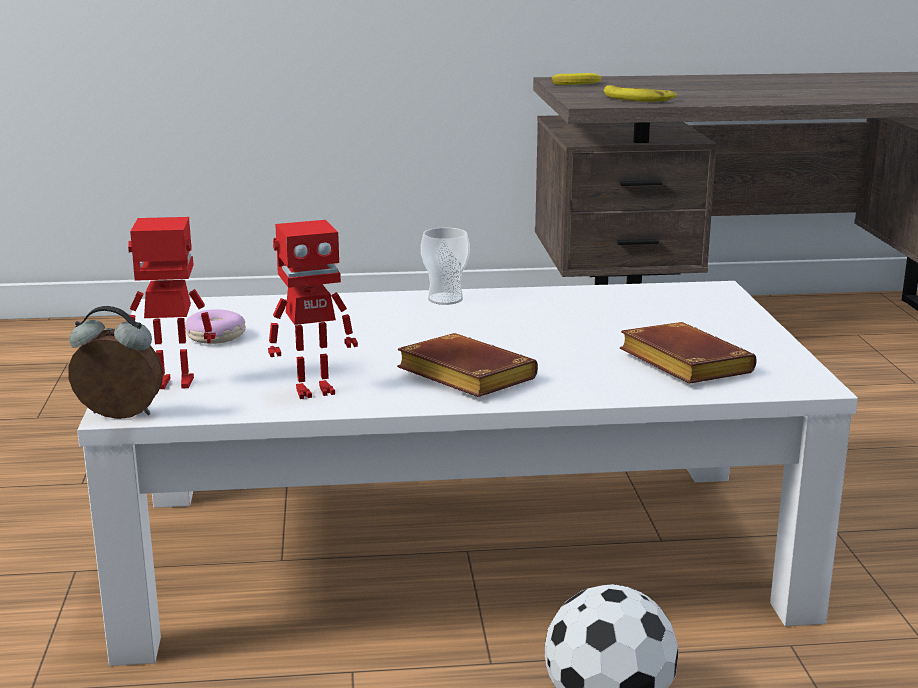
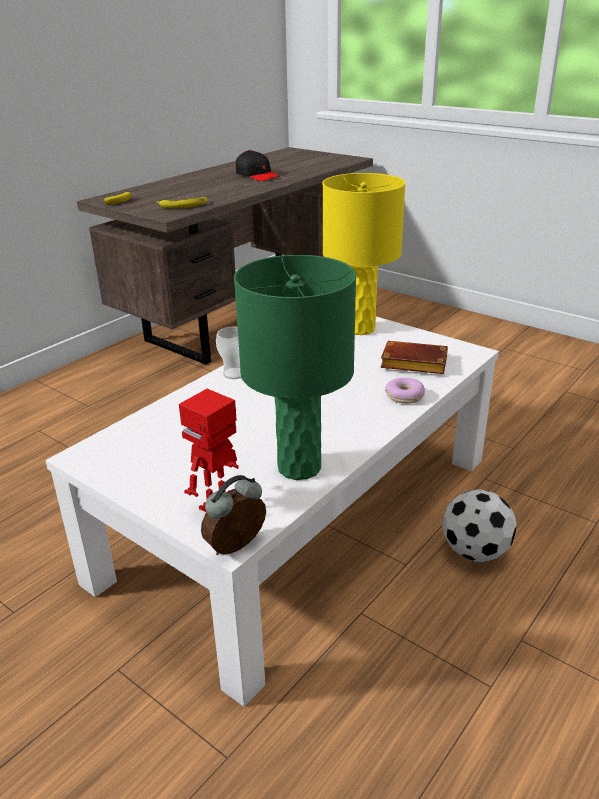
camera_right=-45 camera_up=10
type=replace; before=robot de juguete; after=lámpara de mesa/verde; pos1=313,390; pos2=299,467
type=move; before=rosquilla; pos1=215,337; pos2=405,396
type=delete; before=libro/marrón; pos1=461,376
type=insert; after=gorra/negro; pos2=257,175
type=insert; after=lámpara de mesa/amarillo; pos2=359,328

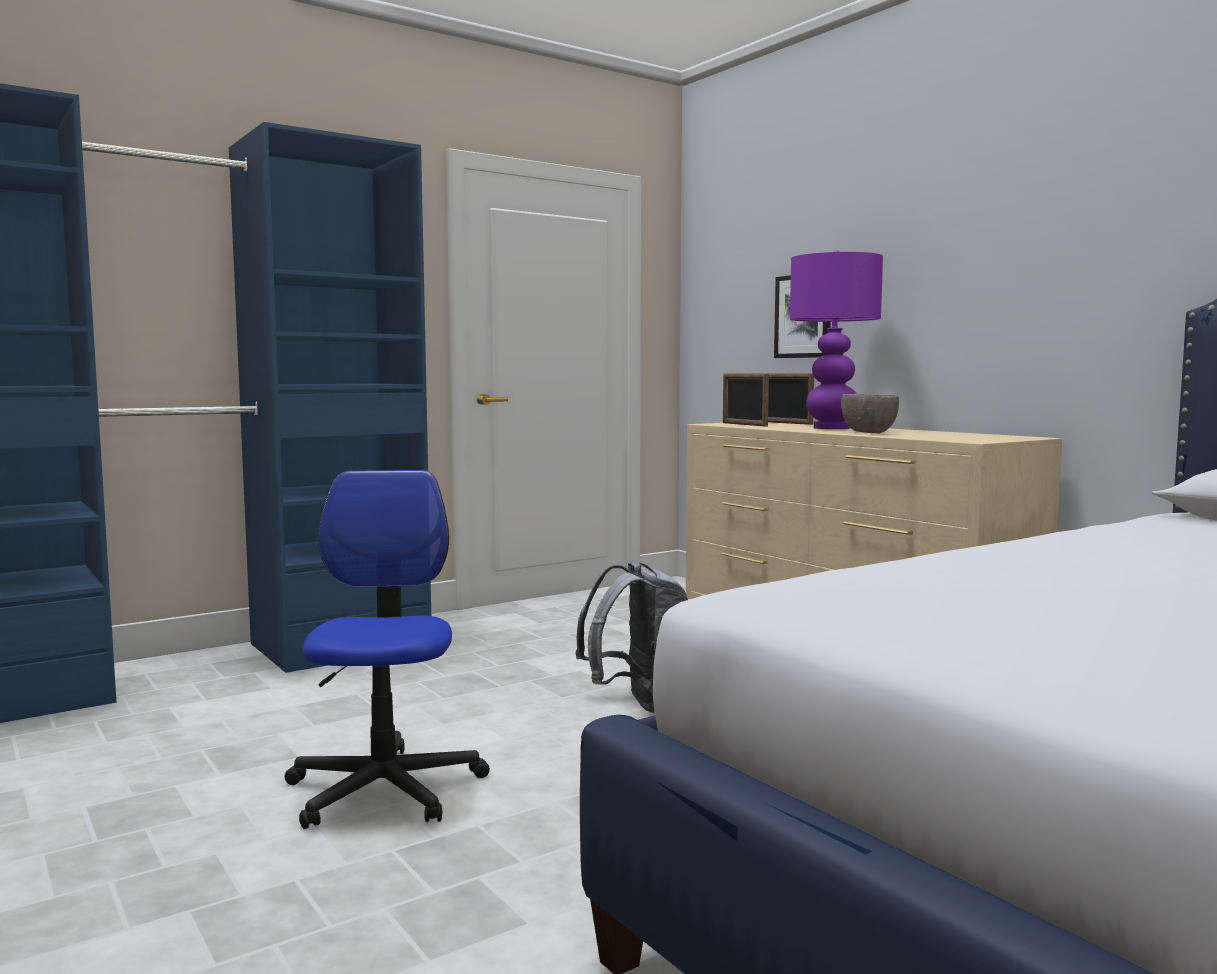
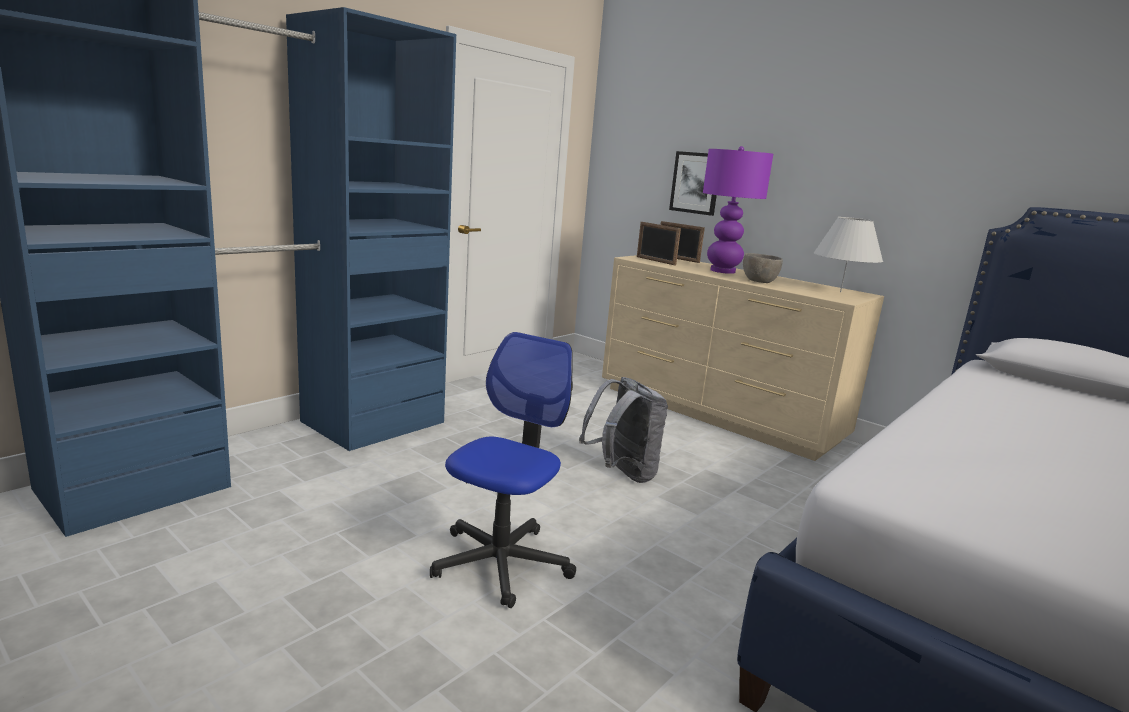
camera_right=-15 camera_up=10
type=rotate; before=silla de oficina; pos1=384,789; pos2=501,563; turn=45
type=insert; after=lámpara de mesa/blanco; pos2=840,292

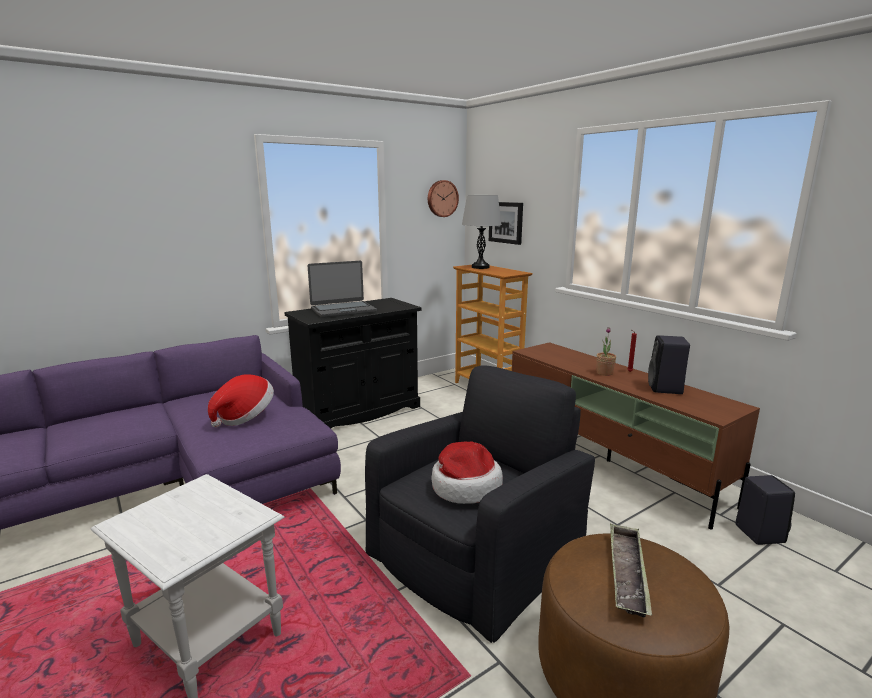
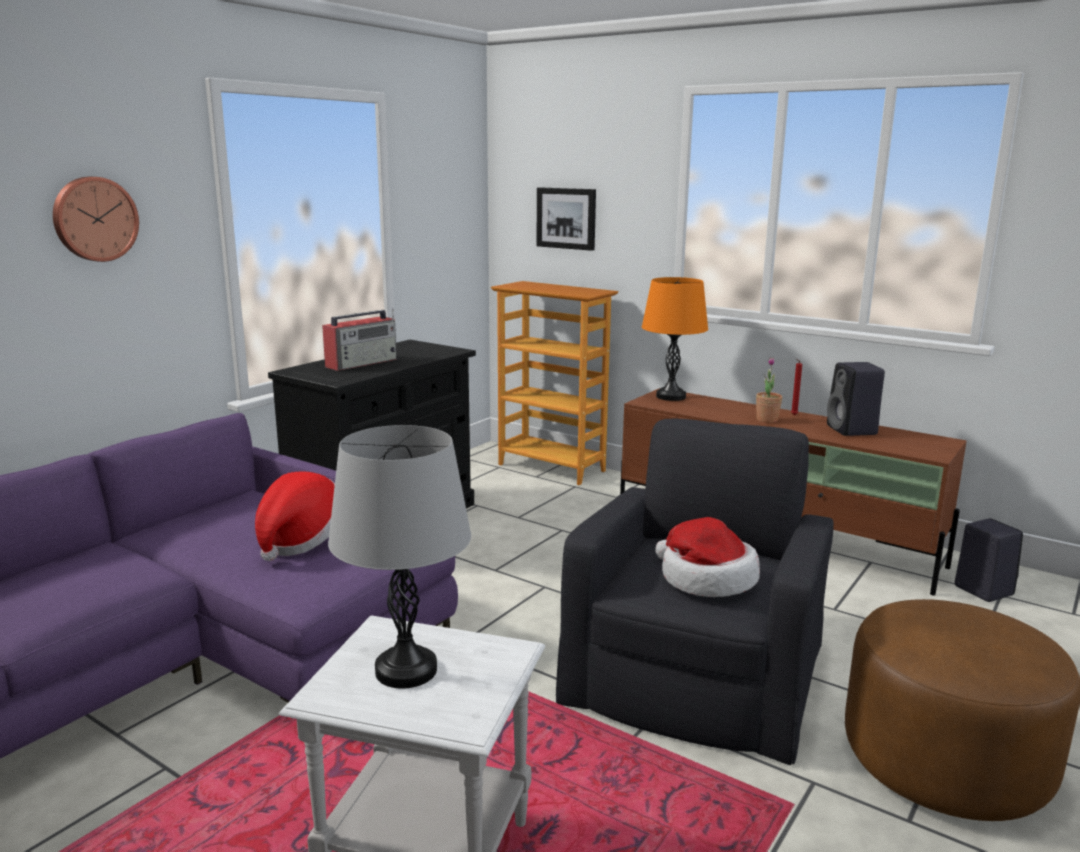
camera_right=-20 camera_up=0
type=move; before=reloj de pared; pos1=442,198; pos2=94,219
type=move; before=lámpara de mesa/gris; pos1=480,267; pos2=406,670
type=replace; before=portátil; after=radio; pos1=343,310; pos2=362,363
type=delete; before=bandeja; pos1=627,573
type=insert; after=lámpara de mesa/naranja; pos2=671,396

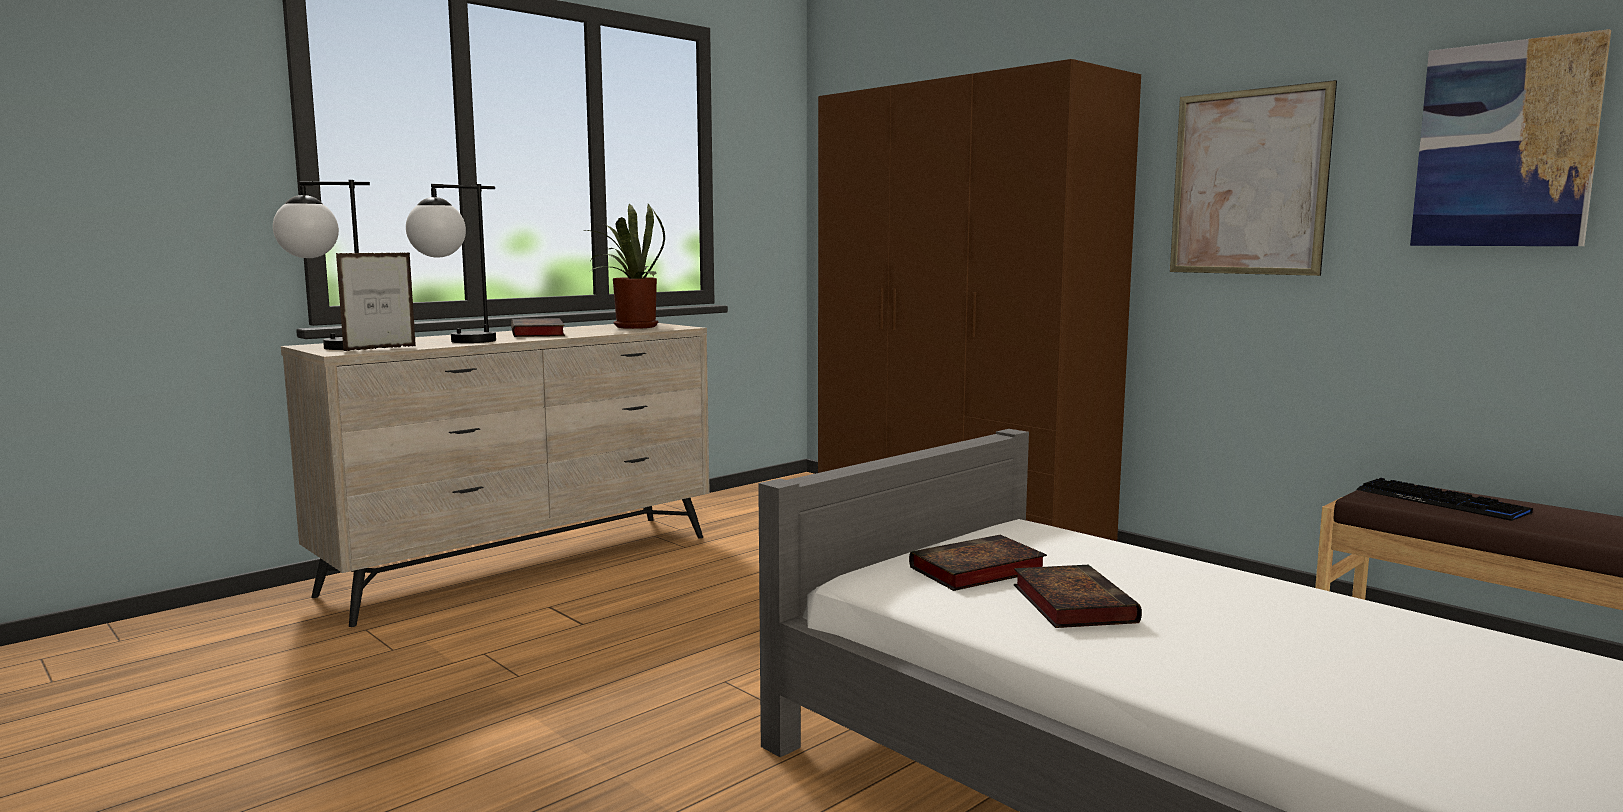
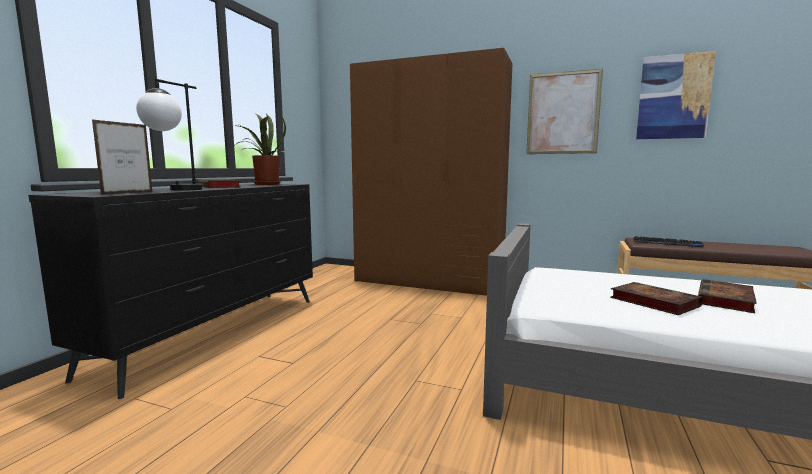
camera_right=-25 camera_up=0
type=delete; before=lámpara de mesa; pos1=329,347
type=recolor; before=cómoda/beis; after=cómoda/negro; pos1=527,565; pos2=217,332
type=move; before=libro; pos1=975,571; pos2=726,300

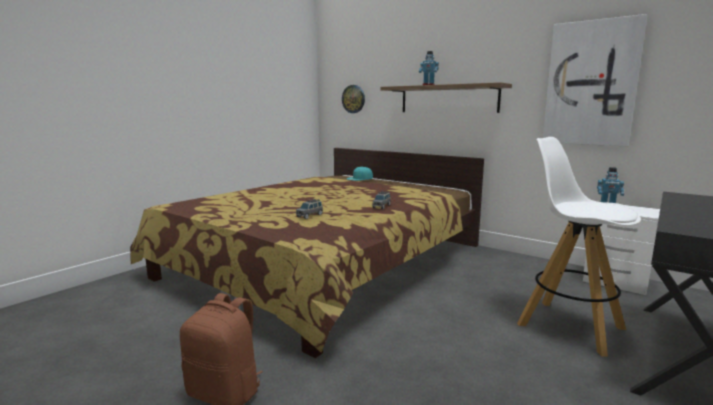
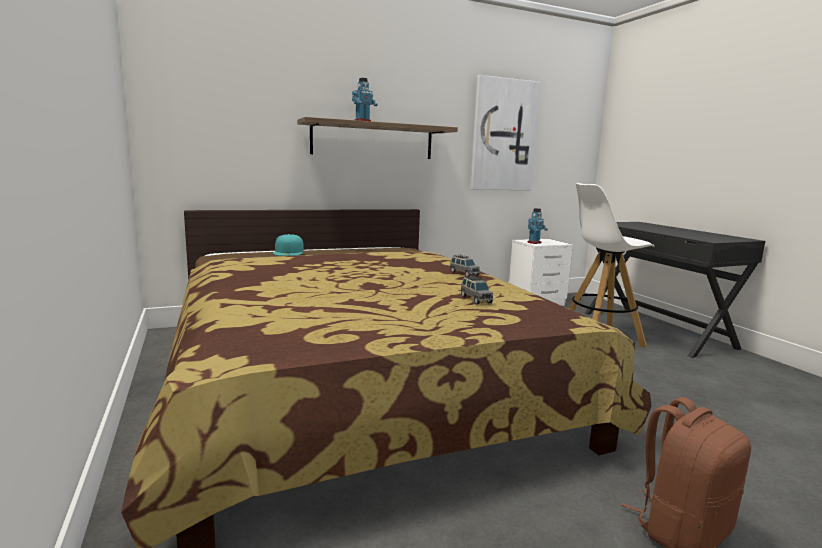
camera_right=-60 camera_up=0
type=delete; before=reloj de pared; pos1=353,99

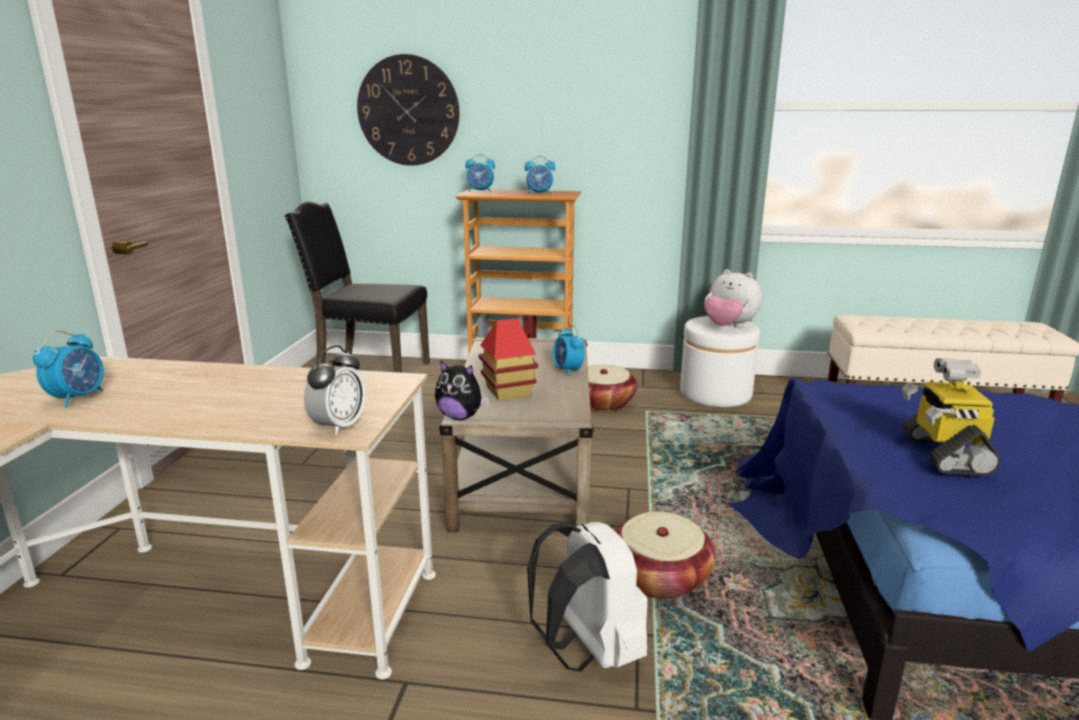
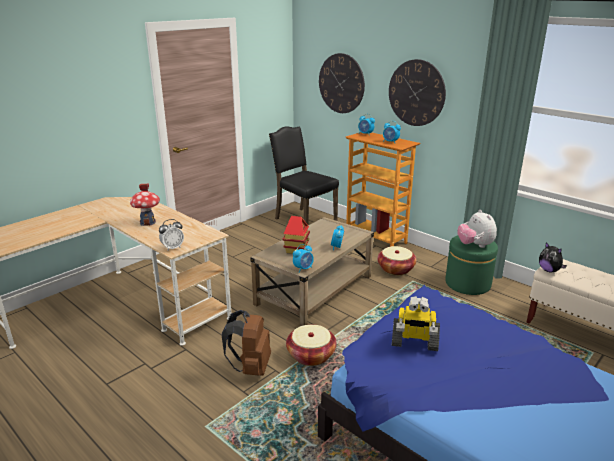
camera_right=35 camera_up=5
type=recolor; before=puf/blanco; after=puf/verde; pos1=715,394; pos2=467,283
type=move; before=despertador; pos1=78,398; pos2=303,268
type=rotate; before=robot de juguete; pos1=943,453; pos2=414,342; turn=-120
type=move; before=peluche; pos1=460,417; pos2=549,270
type=recolor; before=mochila/blanco; after=mochila/marrón; pos1=589,652; pos2=251,367
type=insert; after=reloj de pared; pos2=416,93
type=insert; after=casita; pos2=148,222

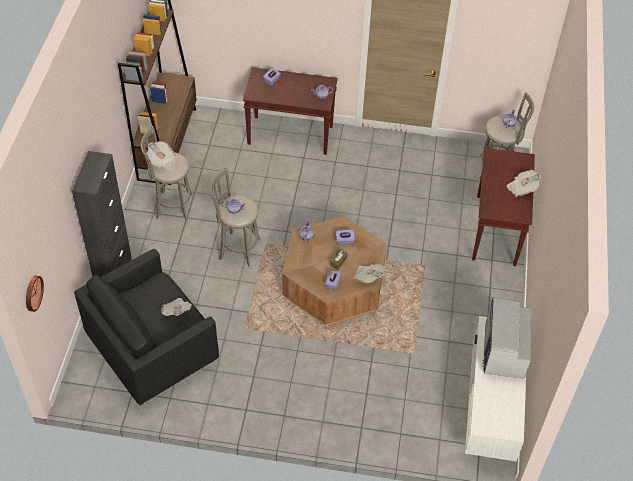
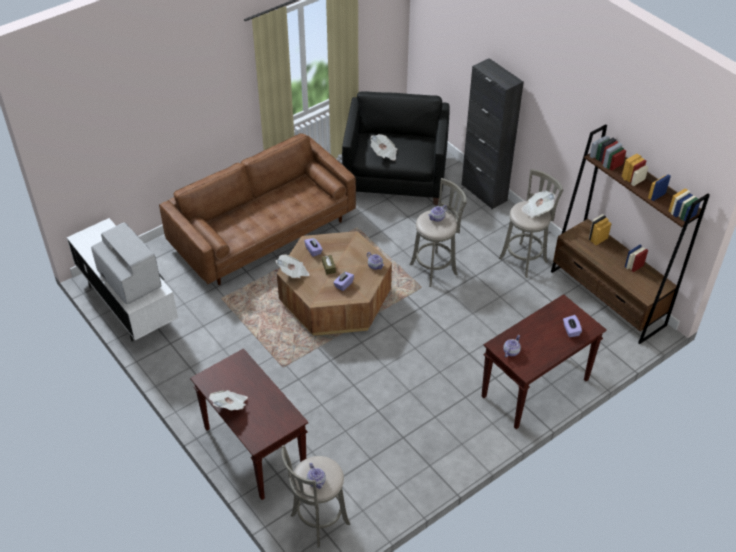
camera_right=135 camera_up=-5
type=delete; before=reloj de pared; pos1=32,293
type=insert; after=sofá/marrón; pos2=262,233

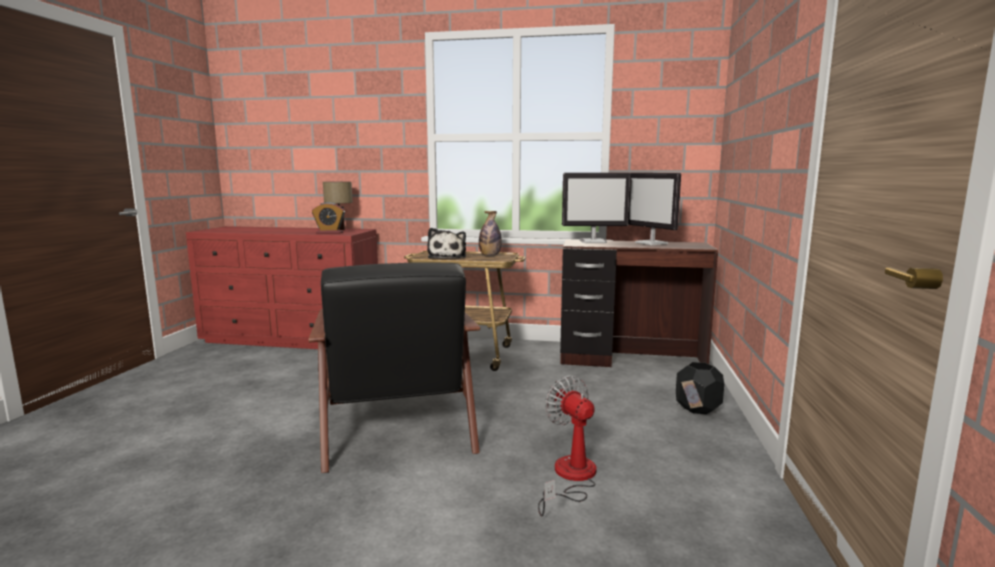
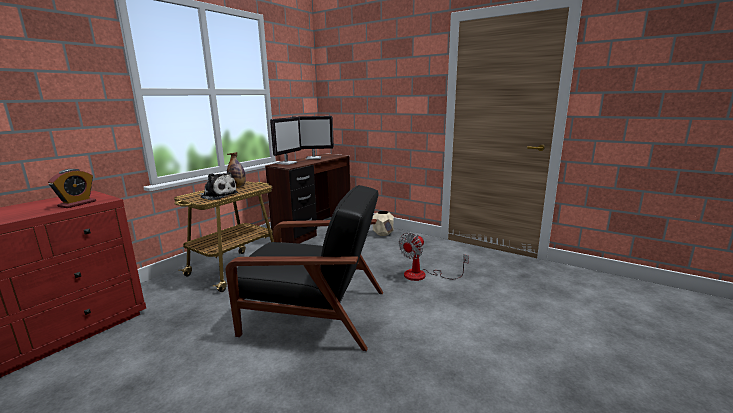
camera_right=-65 camera_up=5
type=delete; before=lámpara de mesa; pos1=339,229
type=recolor; before=maceta/negro; after=maceta/beis; pos1=698,409; pos2=383,233
type=rotate; before=ventilador; pos1=570,478; pos2=423,275; turn=-45

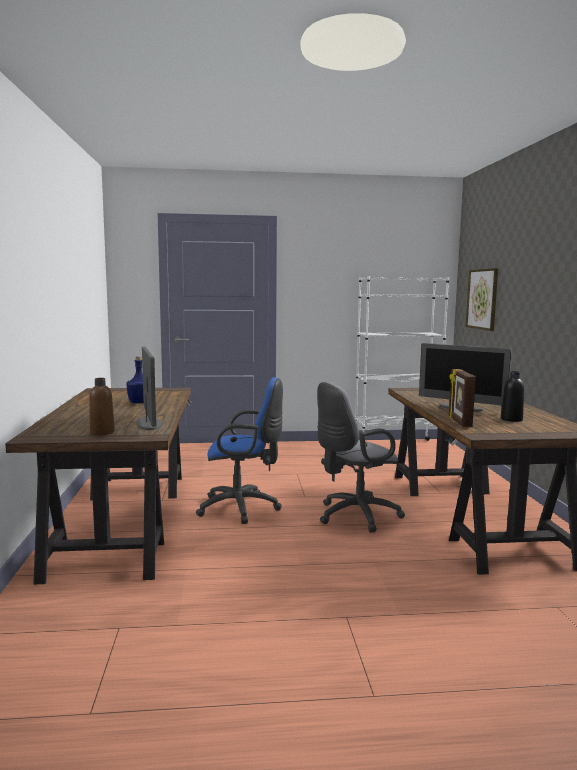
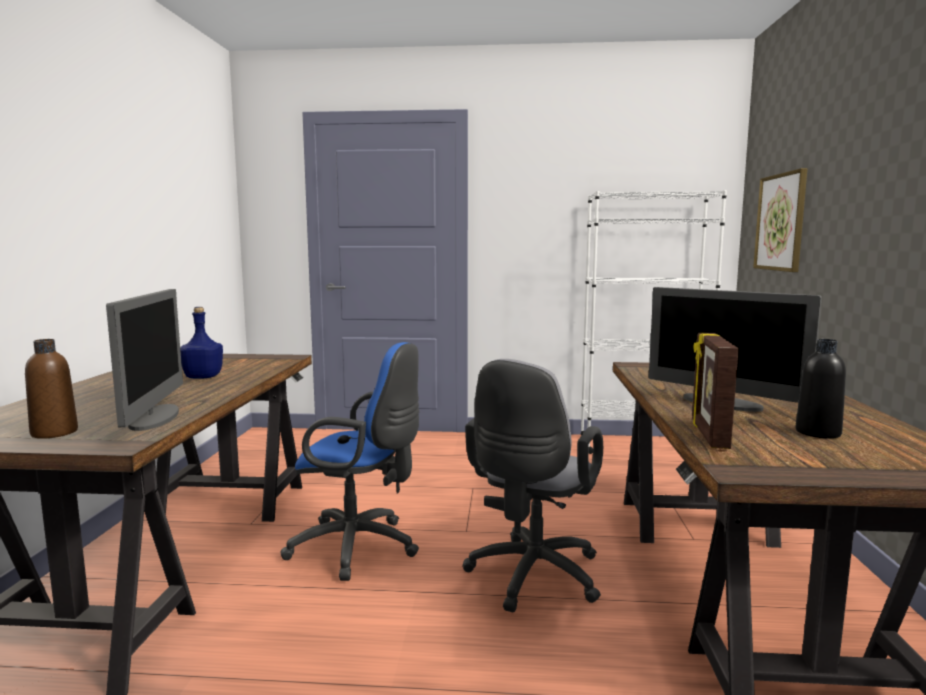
camera_right=10 camera_up=0
type=rotate; before=silla de oficina/gris; pos1=354,516; pos2=531,578; turn=-45

